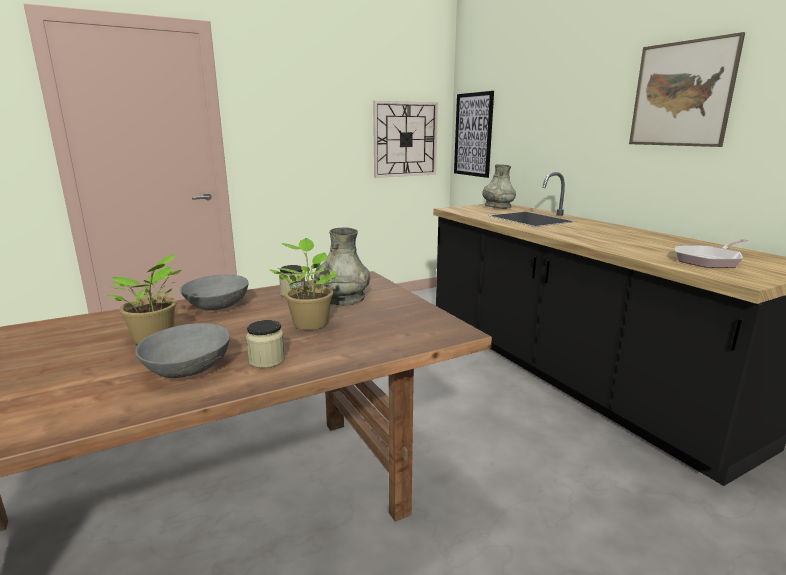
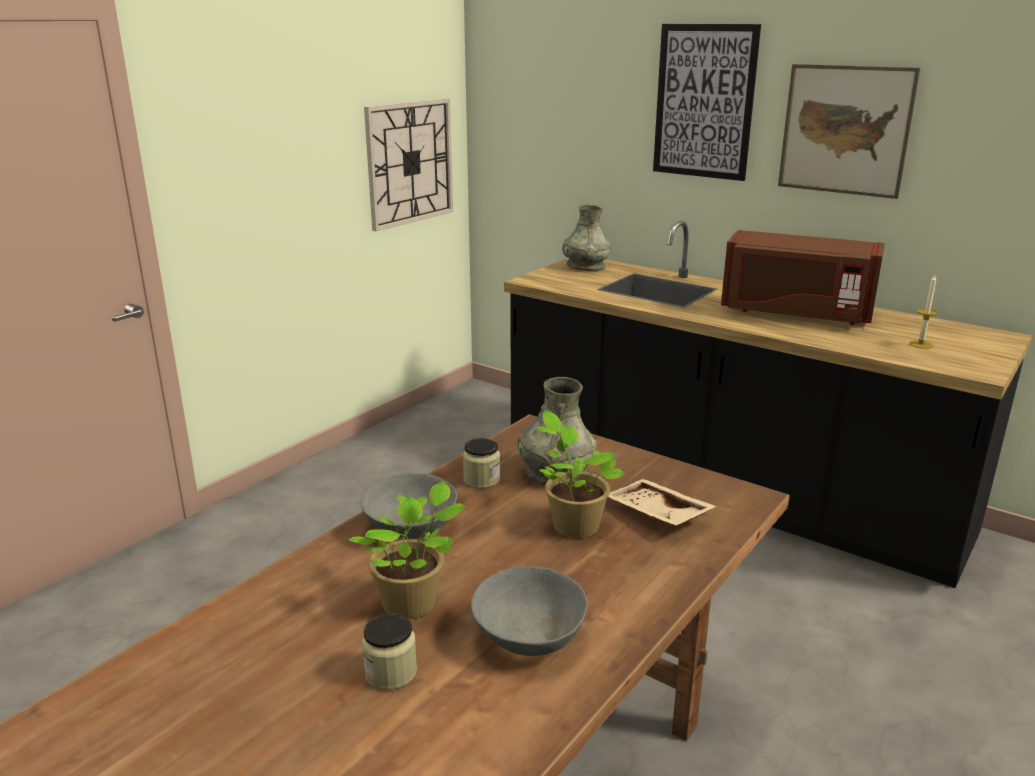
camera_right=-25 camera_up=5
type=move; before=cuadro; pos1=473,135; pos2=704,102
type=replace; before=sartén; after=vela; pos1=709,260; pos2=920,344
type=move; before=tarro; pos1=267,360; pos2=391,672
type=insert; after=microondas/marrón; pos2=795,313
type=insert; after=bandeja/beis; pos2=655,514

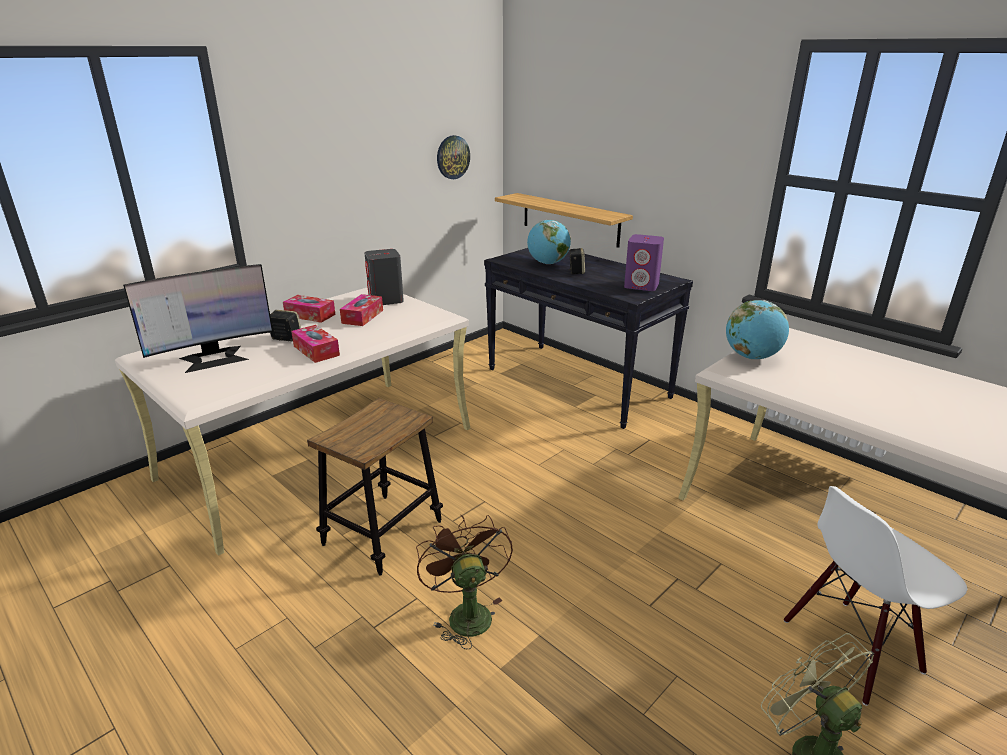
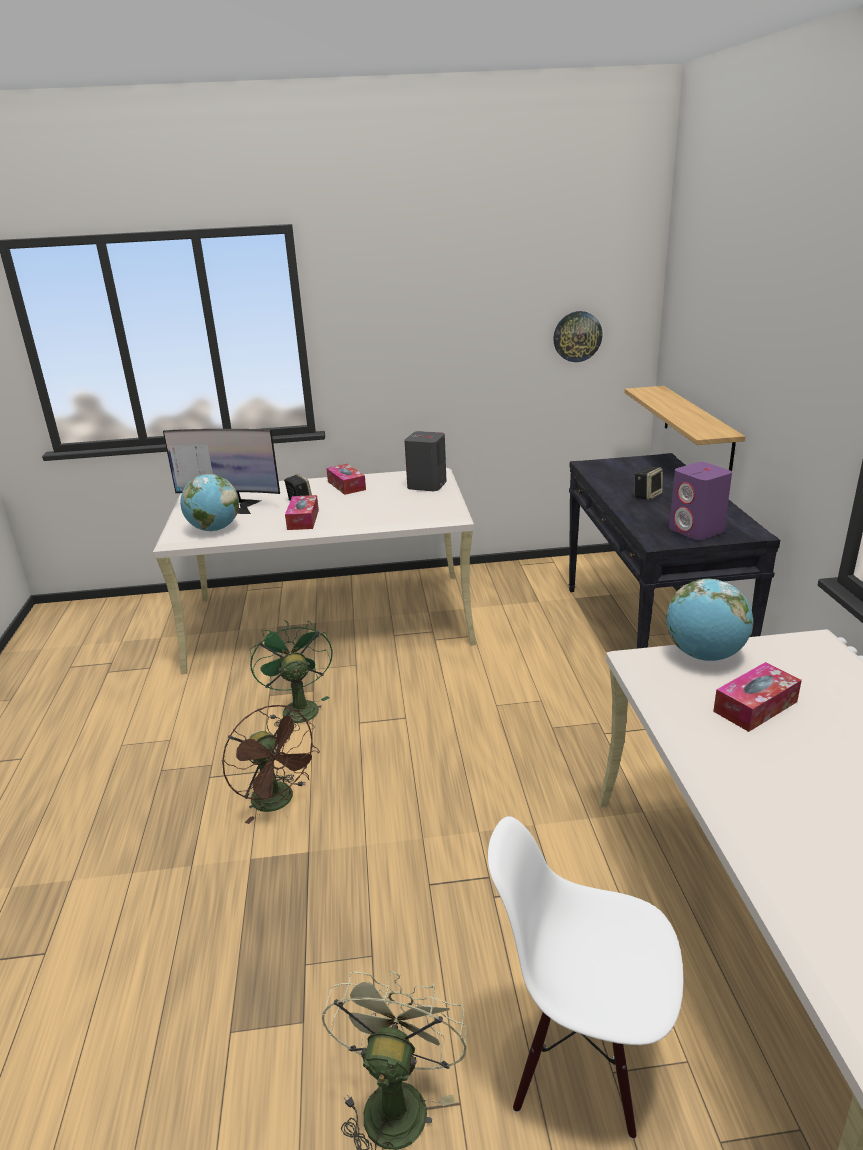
camera_right=40 camera_up=0
type=move; before=globo terráqueo; pos1=548,263; pos2=214,529
type=move; before=caja de pañuelos; pos1=362,316; pos2=755,706
type=replace; before=taburete; after=ventilador/verde; pos1=382,533; pos2=297,708
type=rotate; before=ventilador/marrón; pos1=465,613; pos2=279,802; turn=120

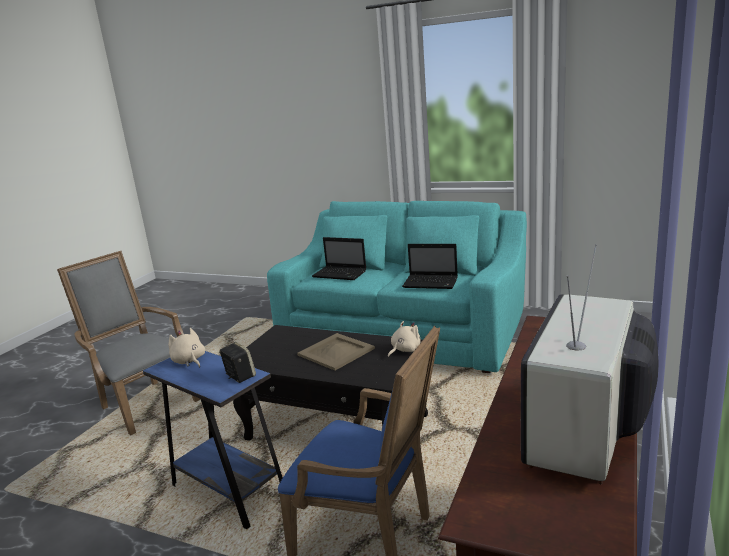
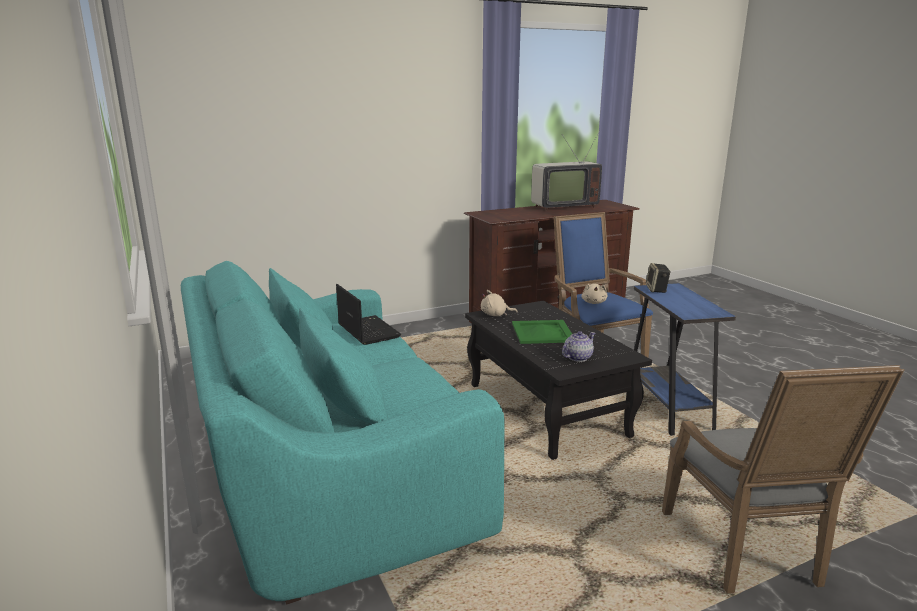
camera_right=-140 camera_up=0
type=delete; before=portátil; pos1=340,274
type=move; before=peluche/beis; pos1=189,361; pos2=594,302
type=recolor; before=bandeja/beis; after=bandeja/verde; pos1=336,351; pos2=542,332
type=insert; after=tetera; pos2=577,357

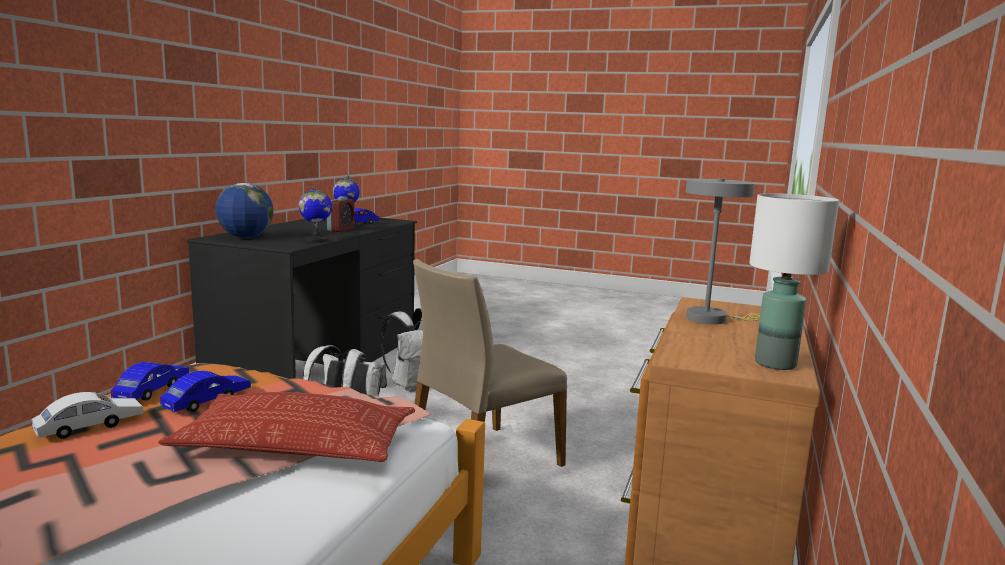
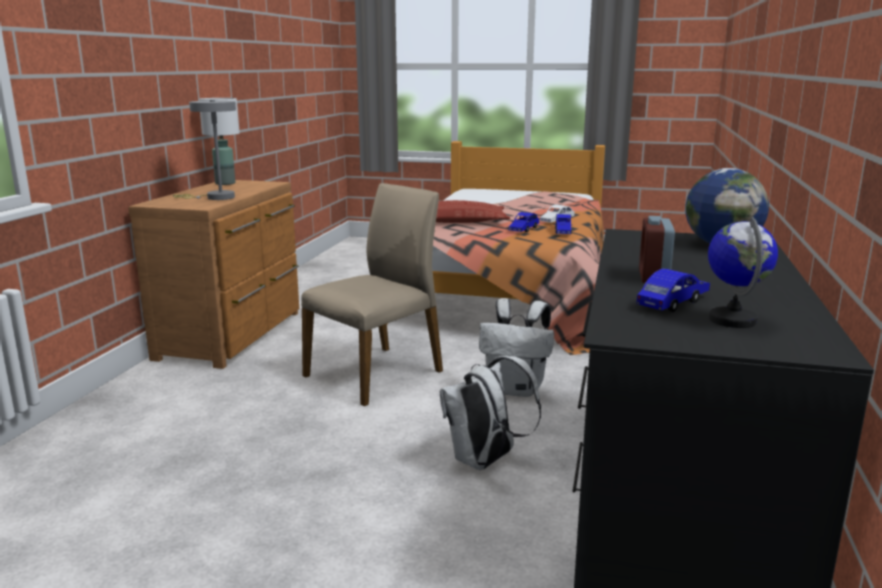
camera_right=175 camera_up=5
type=delete; before=globo terráqueo; pos1=316,240

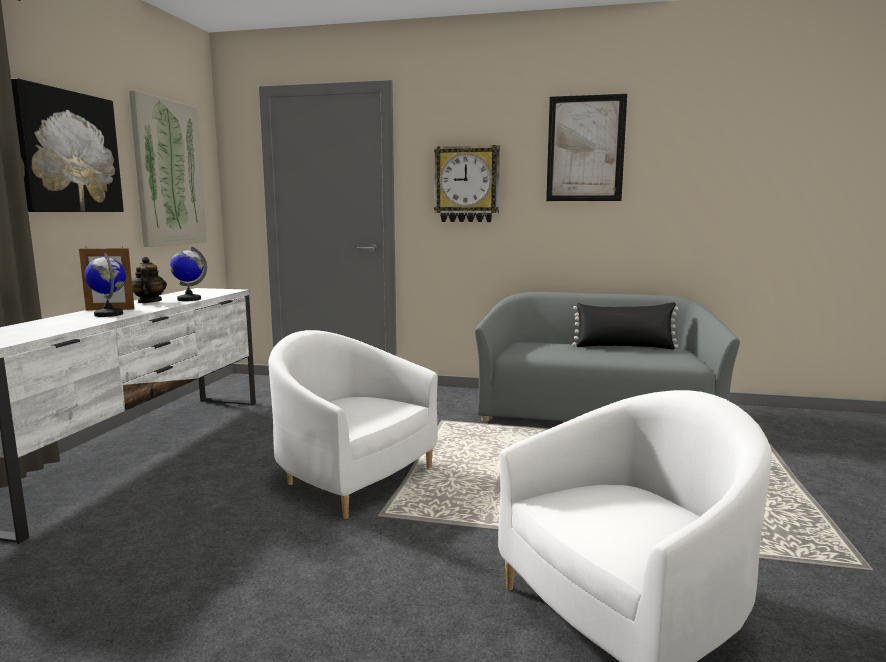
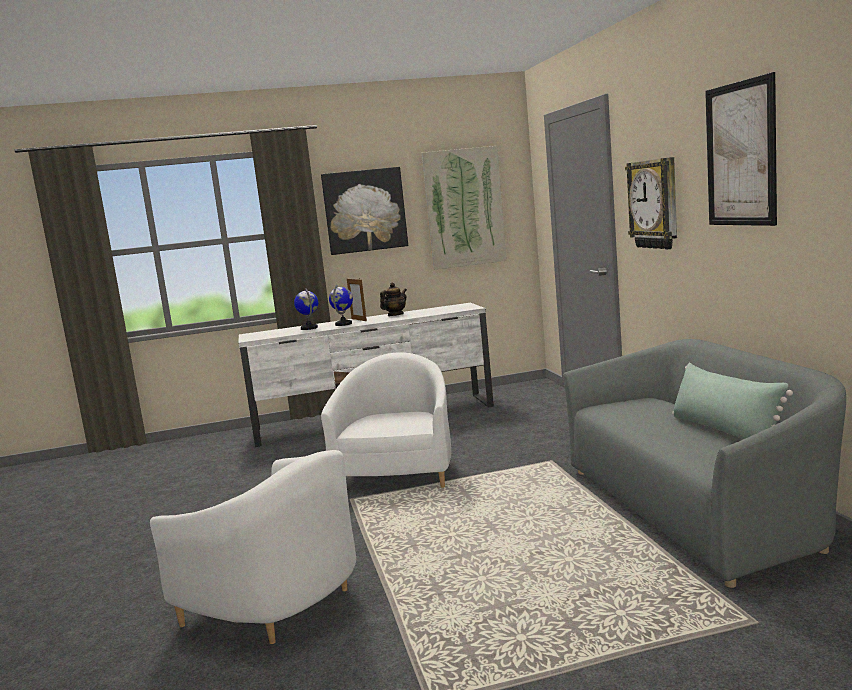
camera_right=65 camera_up=0
type=move; before=globo terráqueo; pos1=189,299; pos2=309,328
type=recolor; before=cojín/negro; after=cojín/verde; pos1=624,347; pos2=724,431

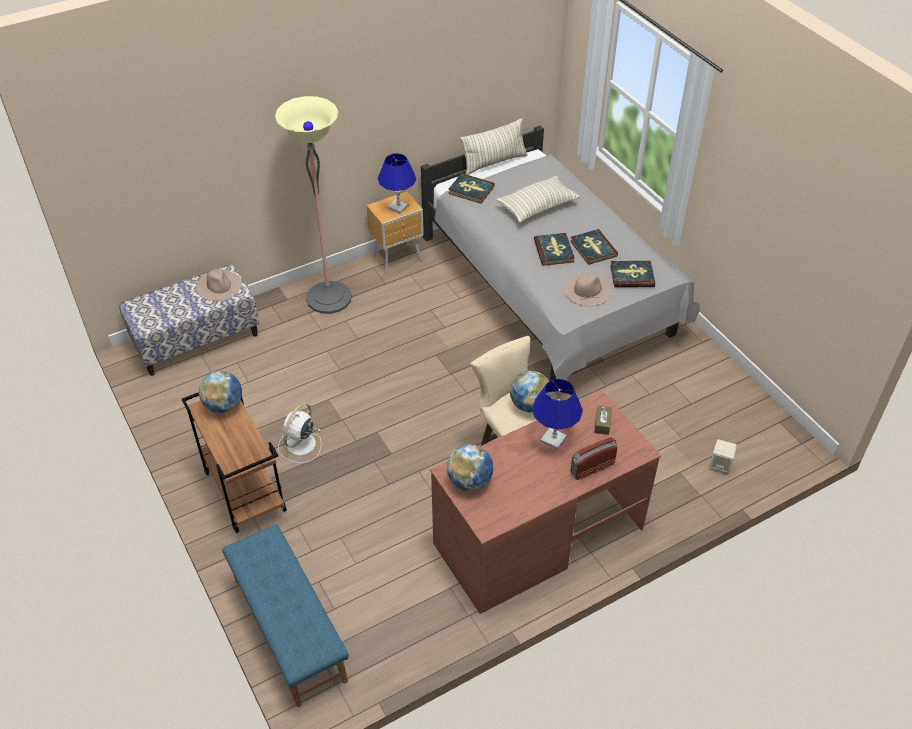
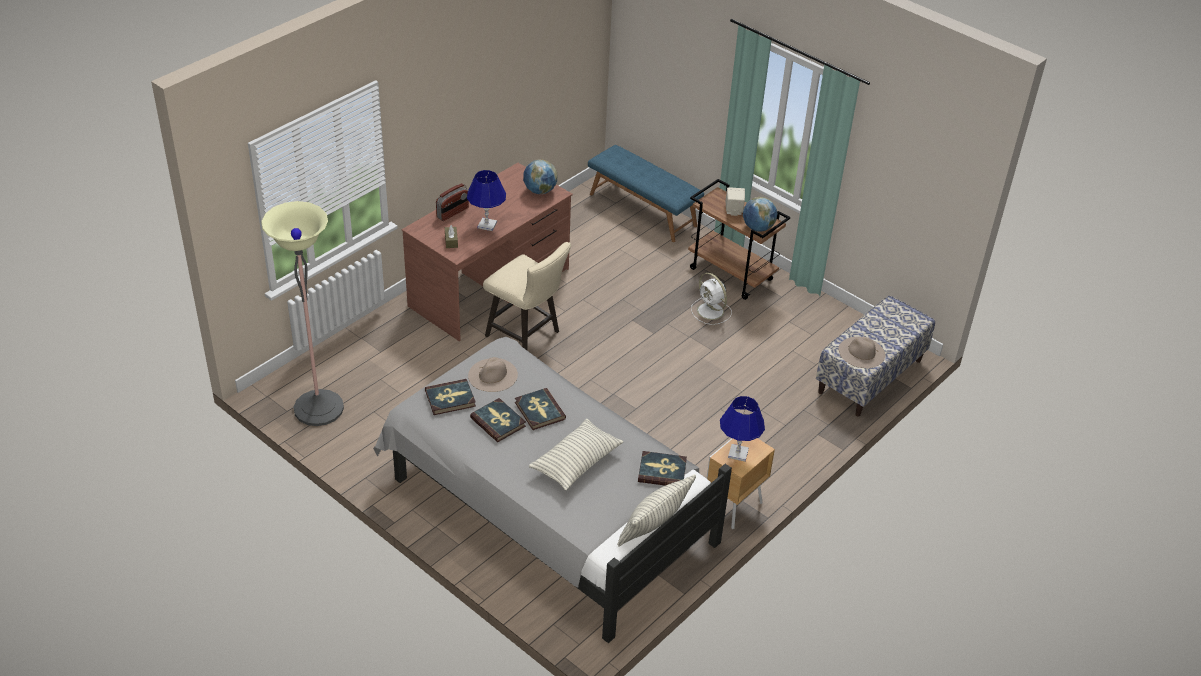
camera_right=160 camera_up=-5
type=move; before=lámpara de pie; pos1=329,298; pos2=318,408
type=delete; before=globo terráqueo; pos1=529,405
type=rotate; before=ventilador/blanco; pos1=300,445; pos2=711,312; turn=135
type=move; before=altavoz/beis; pos1=720,464; pos2=733,210

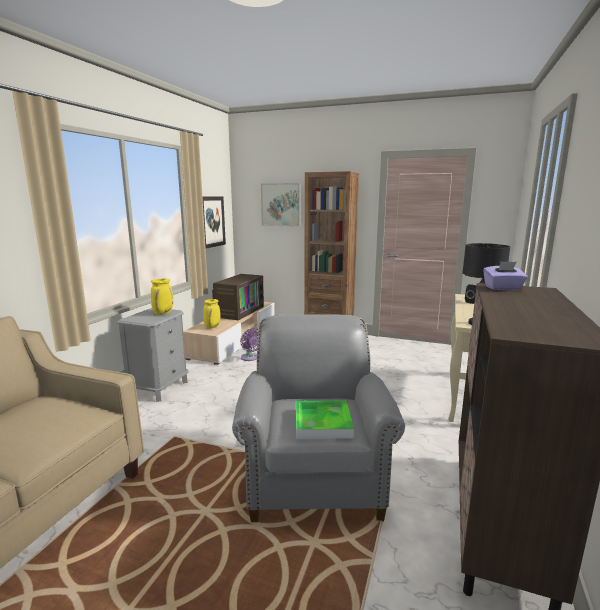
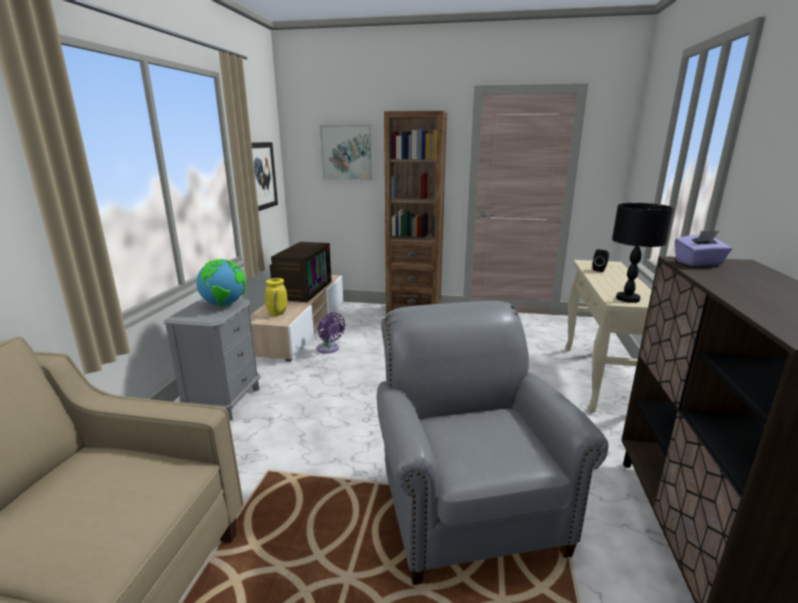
camera_right=-10 camera_up=5
type=replace; before=florero/amarillo; after=globo terráqueo; pos1=163,313; pos2=224,305
type=delete; before=bandeja; pos1=322,423

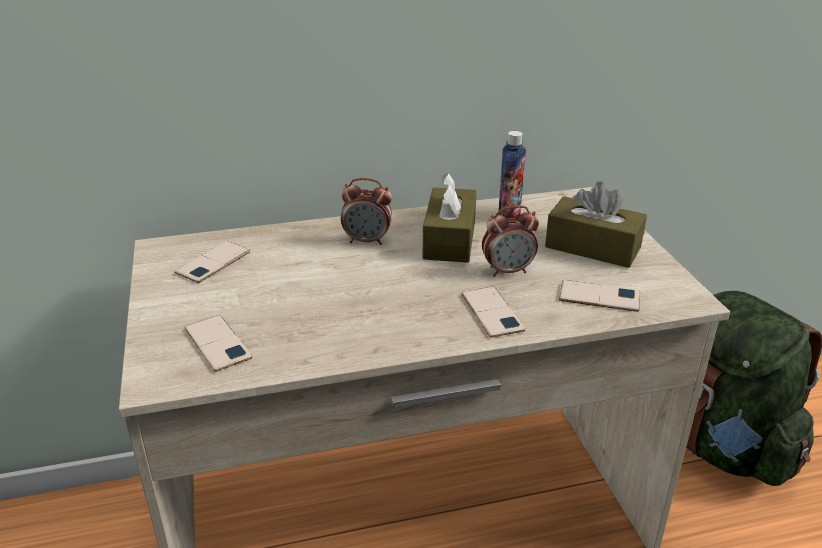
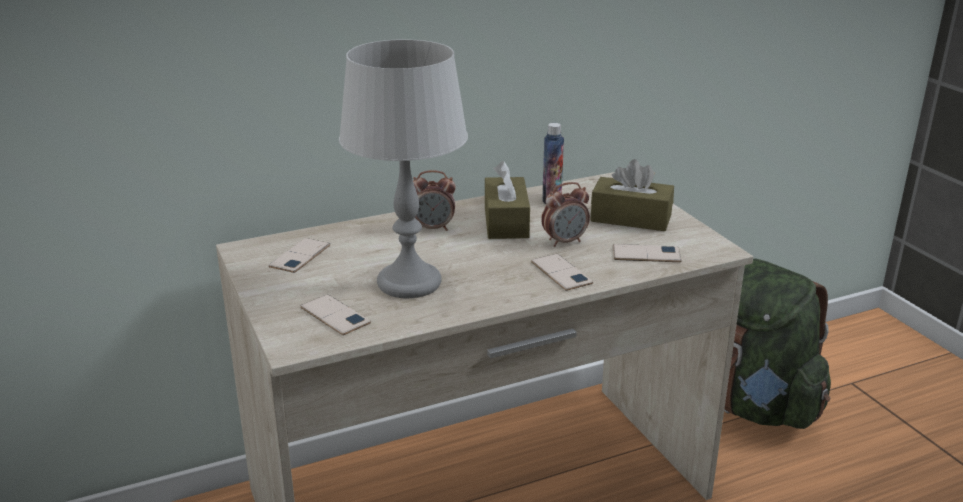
camera_right=-10 camera_up=-5
type=insert; after=lámpara de mesa/gris; pos2=408,283

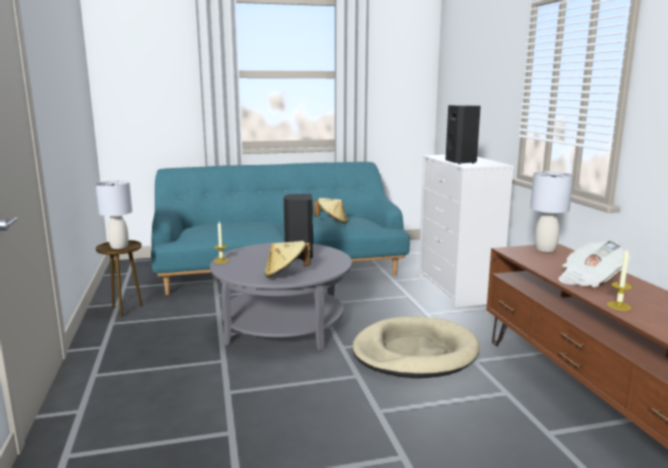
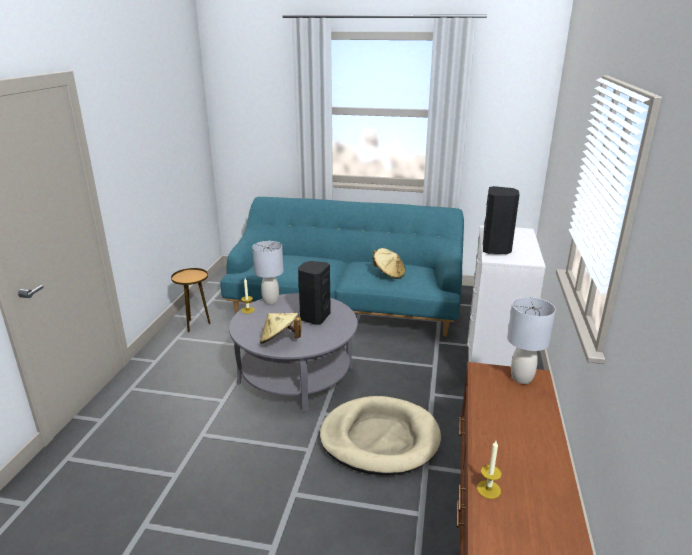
camera_right=25 camera_up=10
type=move; before=lámpara de mesa/gris; pos1=119,247; pos2=270,301
type=delete; before=periódico; pos1=589,280

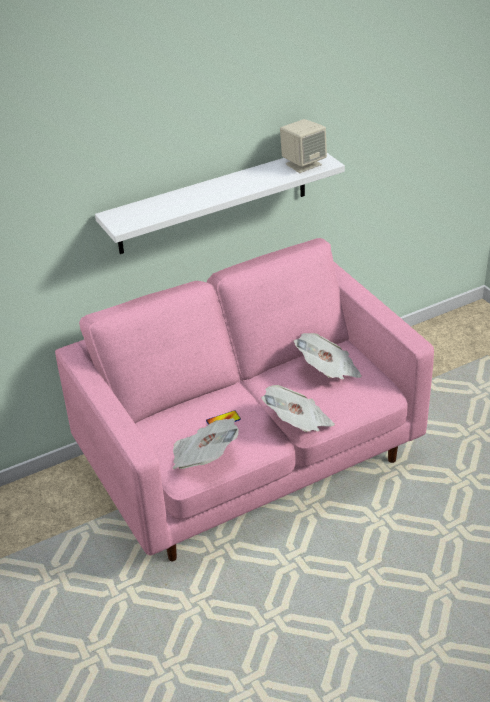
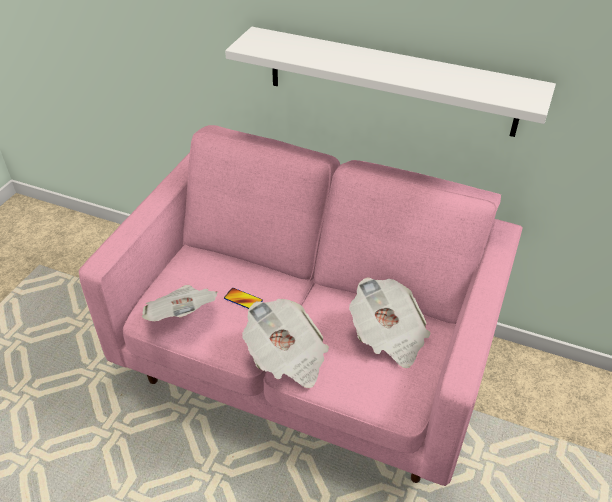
camera_right=50 camera_up=5
type=delete; before=altavoz/beis; pos1=303,164

